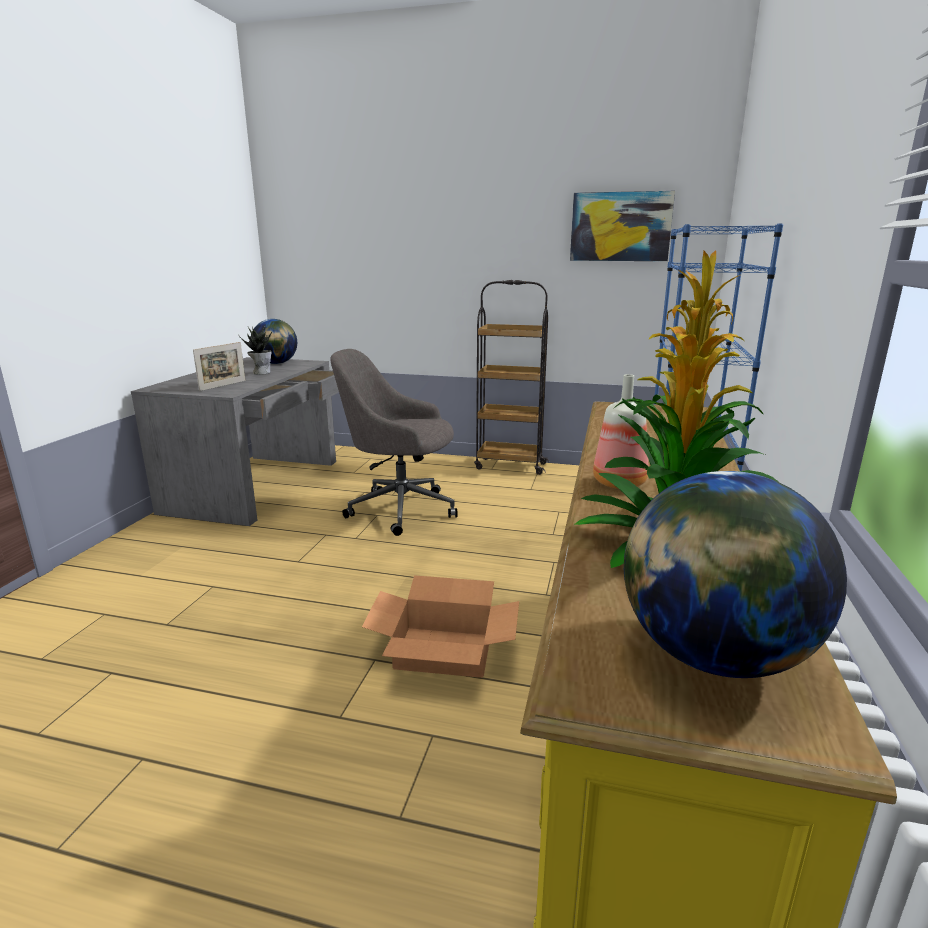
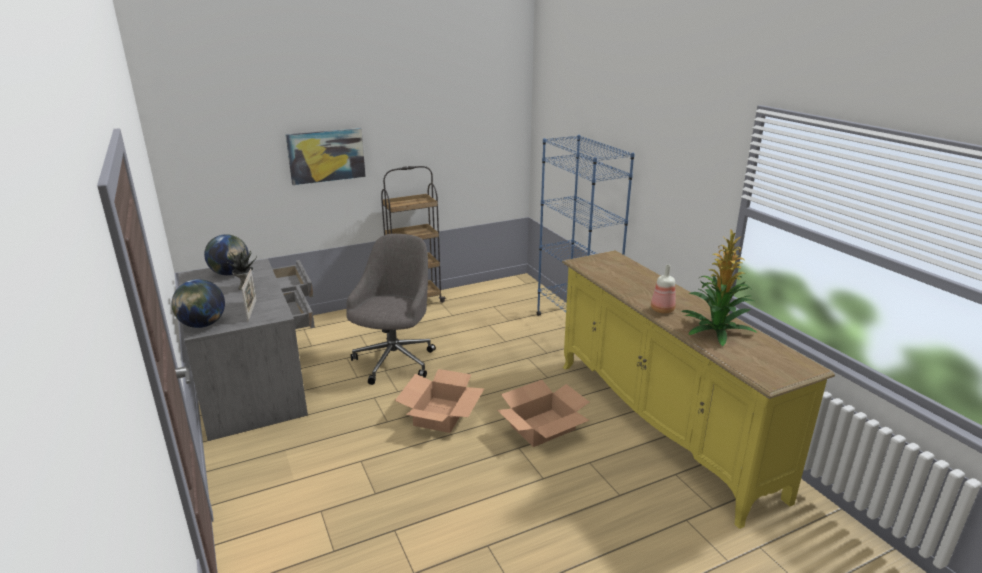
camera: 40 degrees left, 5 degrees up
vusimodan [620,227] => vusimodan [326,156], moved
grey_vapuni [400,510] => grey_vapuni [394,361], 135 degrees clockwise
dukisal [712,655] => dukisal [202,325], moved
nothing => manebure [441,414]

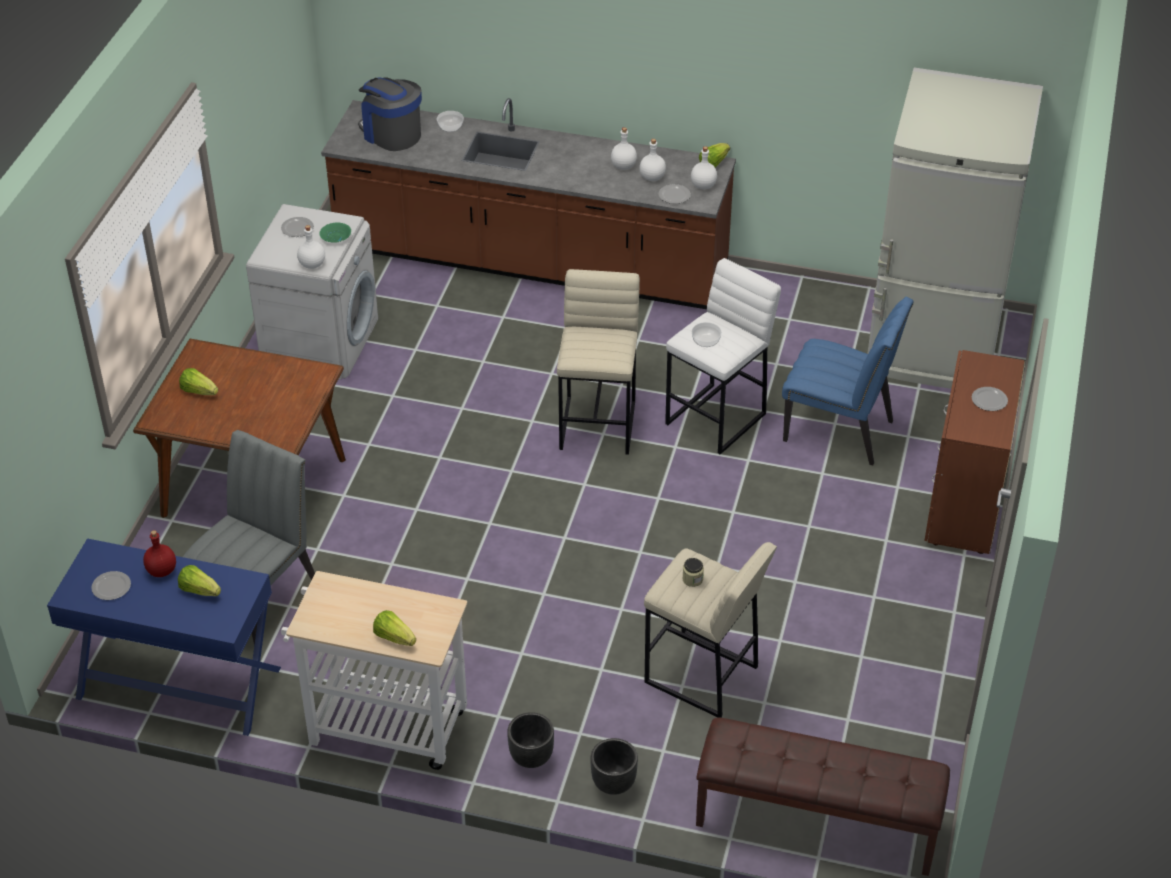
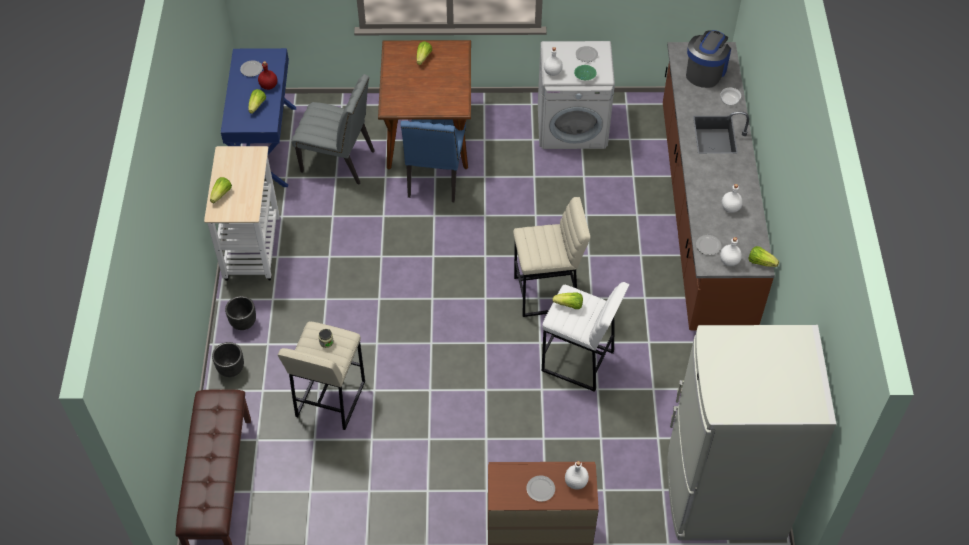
camera: 75 degrees right, 10 degrees up
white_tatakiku [652,177] => white_tatakiku [575,482], moved
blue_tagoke [837,431] => blue_tagoke [435,175], moved
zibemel [706,340] => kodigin [569,305]

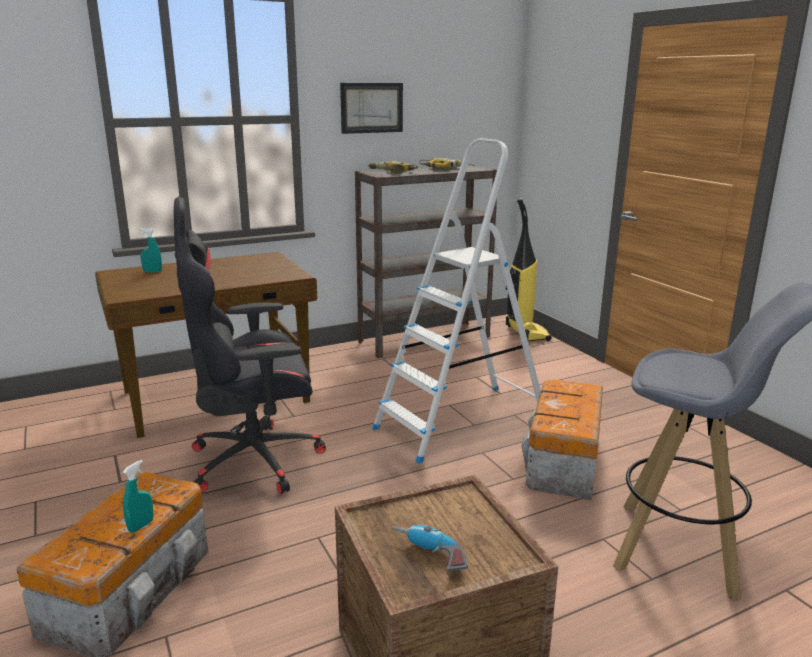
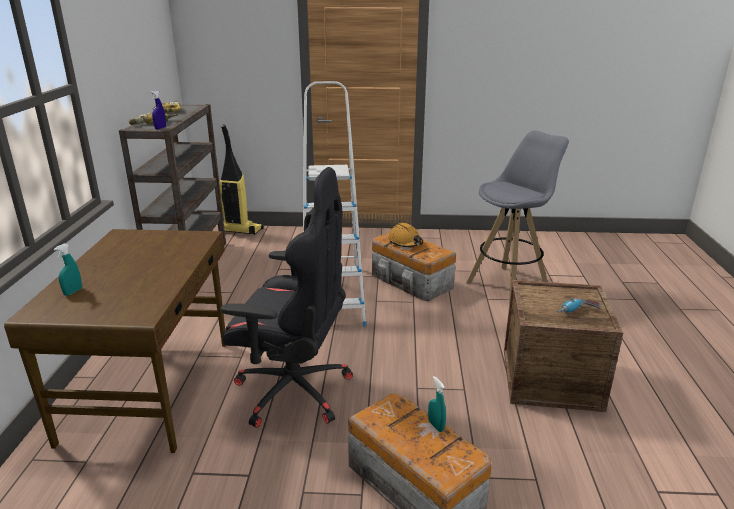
camera: 60 degrees left, 5 degrees up
vusimodan [371,108] => nothing
black_vapuni [256,460] => black_vapuni [292,391], 90 degrees counterclockwise
nothing => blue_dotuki [160,128]
nothing => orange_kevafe [405,242]

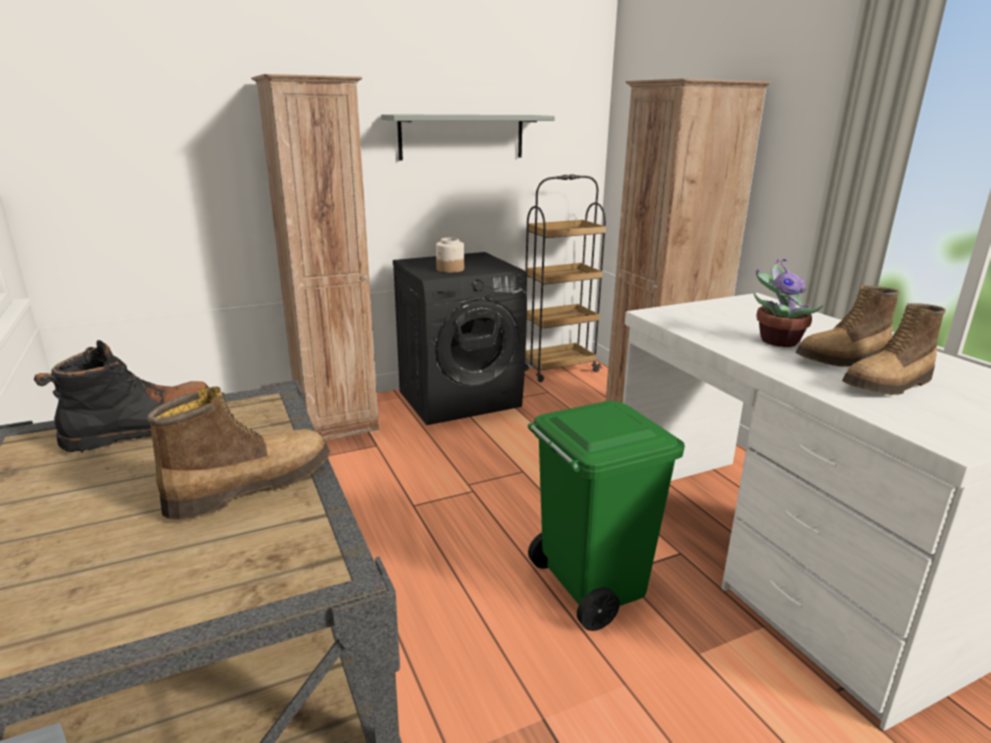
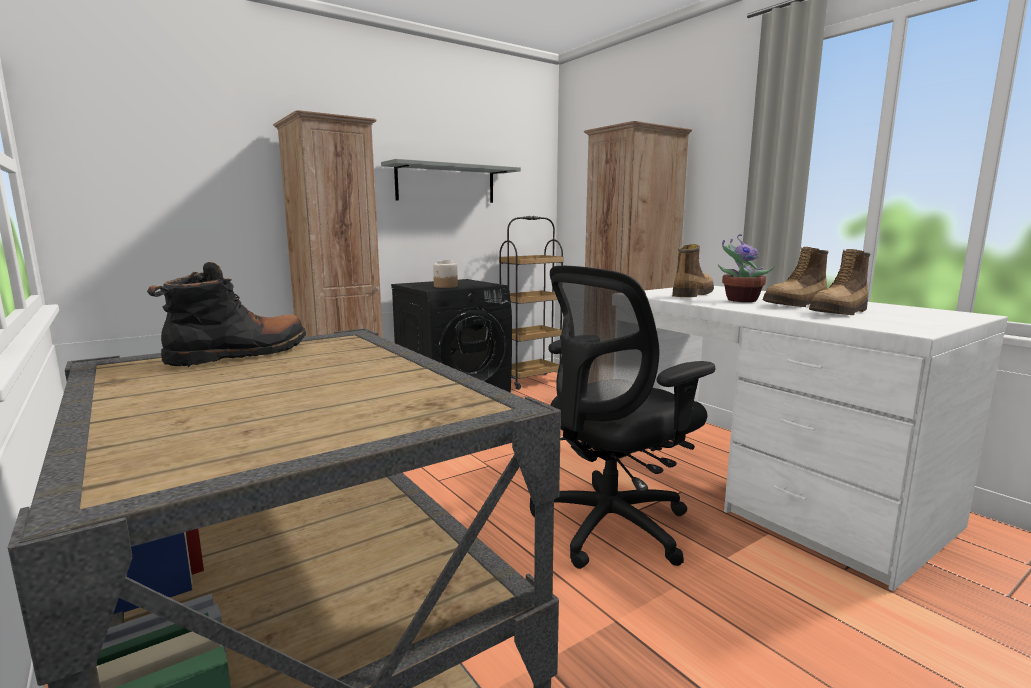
camera: 10 degrees left, 10 degrees down
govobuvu [250,485] => govobuvu [691,294], moved
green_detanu [590,586] => black_vapuni [616,521]

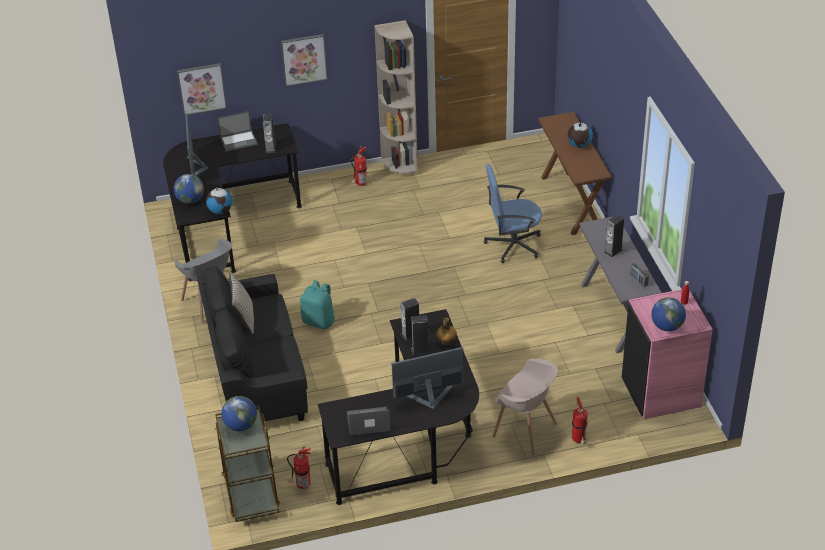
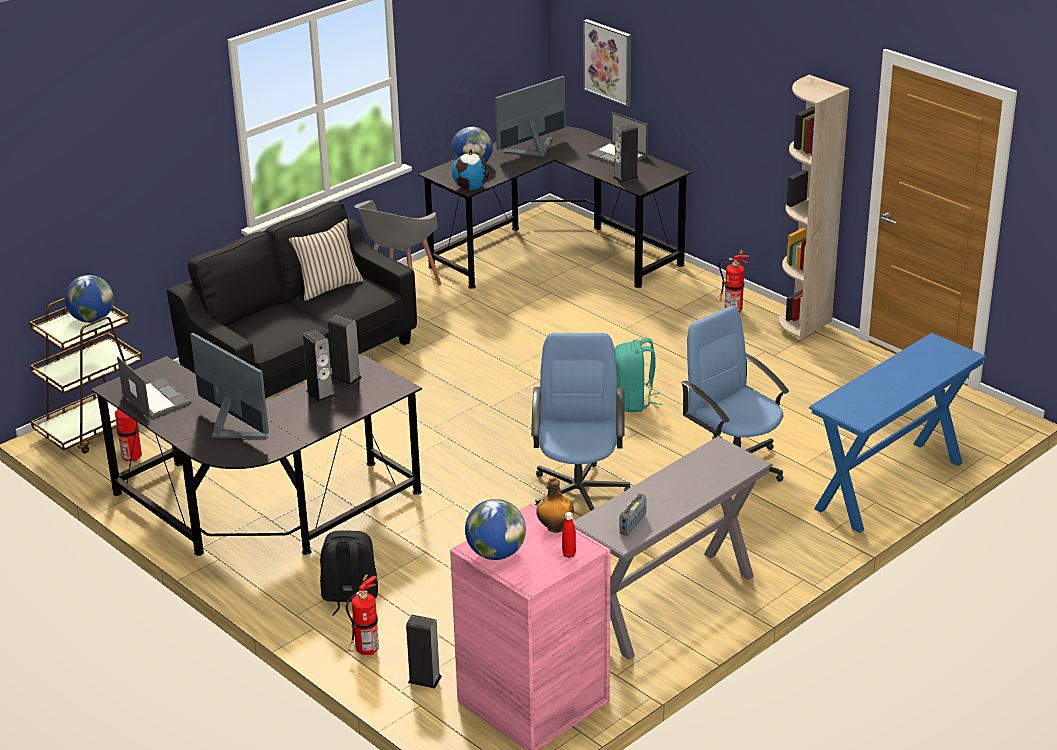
camera: 60 degrees right, 10 degrees down
vusimodan [304,59] => nothing
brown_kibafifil [571,203] => blue_kibafifil [889,485]
dukisal [579,145] => nothing
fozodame [613,251] => fozodame [424,679], moved
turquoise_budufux [319,321] => turquoise_budufux [634,402], moved
tatakiku [446,343] => tatakiku [555,528], moved
beige_tagoke [525,431] => black_budufux [349,597]
nothing => blue_vapuni [579,491]

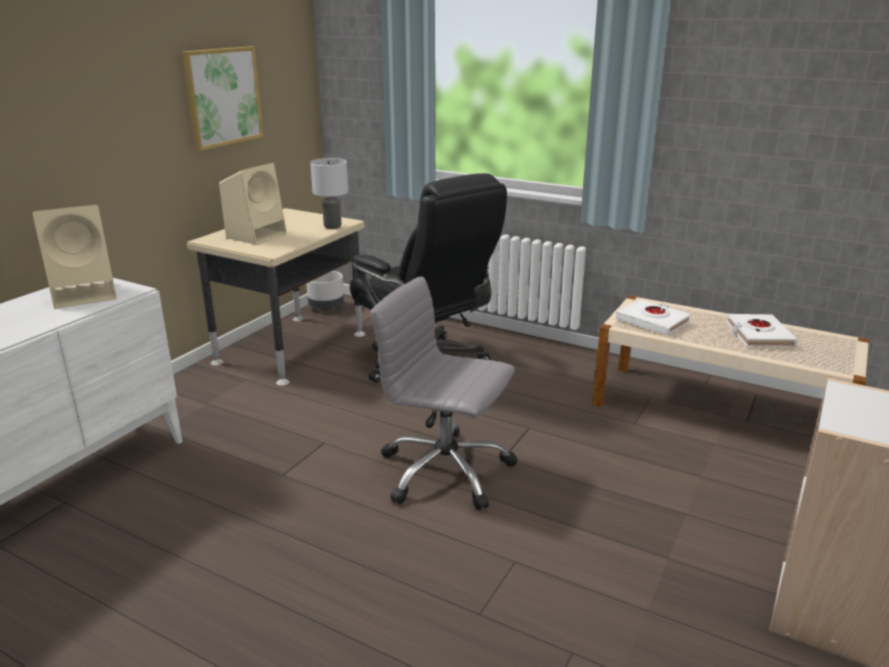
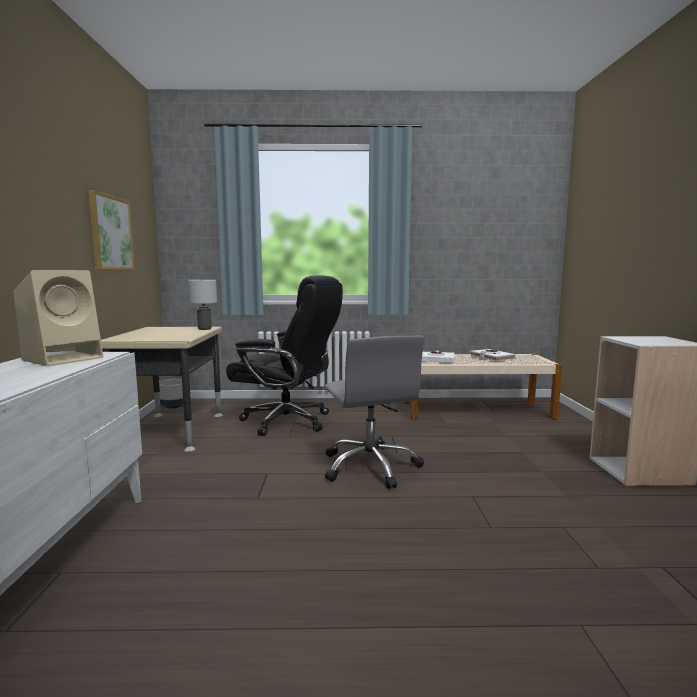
camera: 30 degrees left, 15 degrees down
beige_fozodame [257,235] => nothing
grey_vapuni [445,471] => grey_vapuni [371,467], 105 degrees counterclockwise

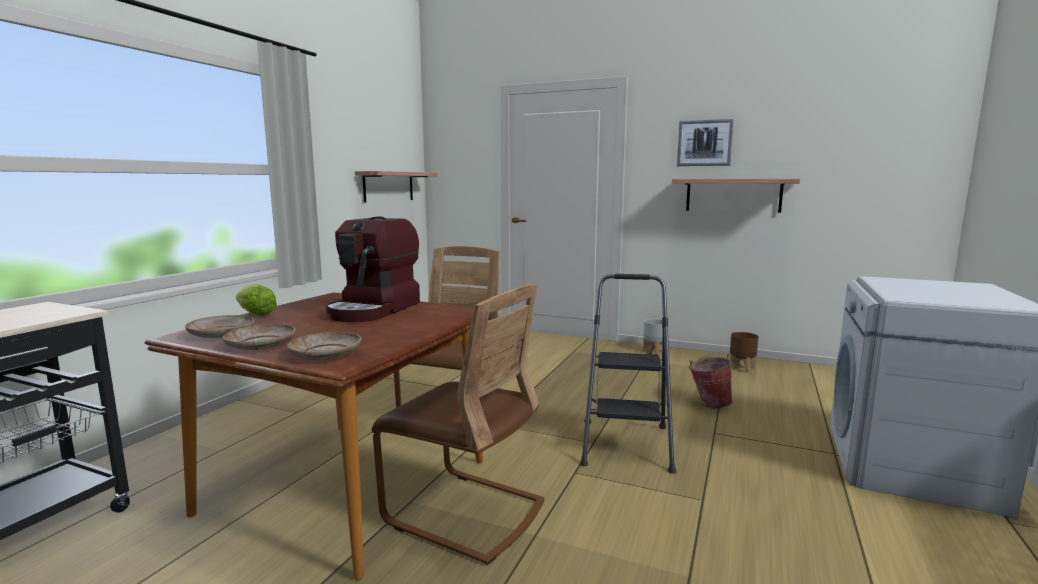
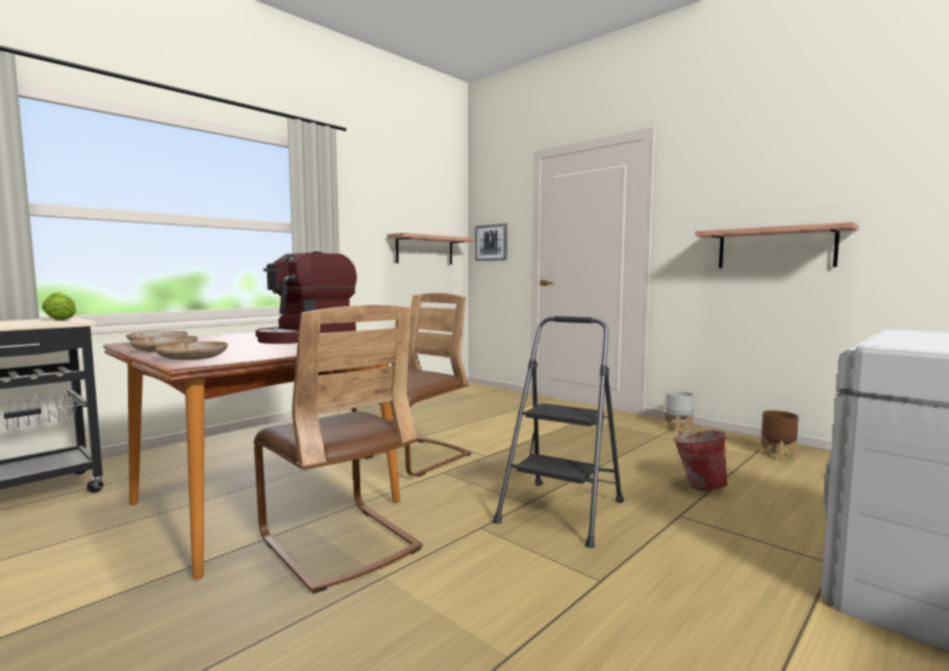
camera: 20 degrees right, 5 degrees down
vusimodan [704,143] => vusimodan [491,242], moved
kodigin [254,314] => kodigin [60,320], moved

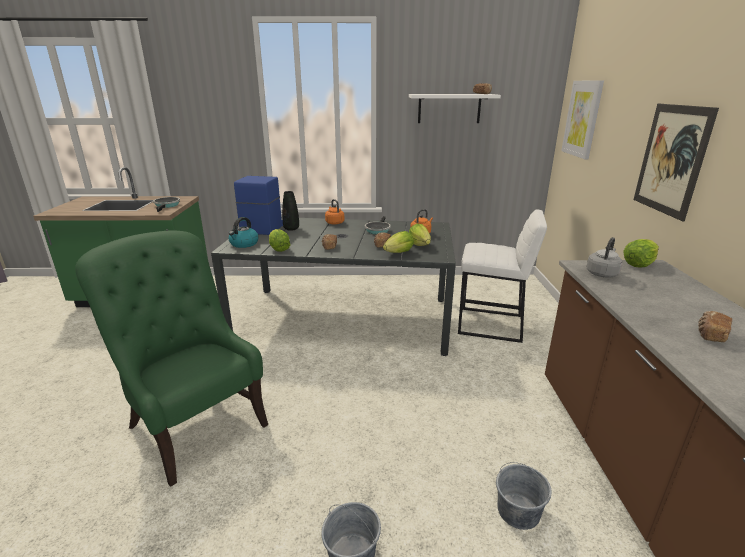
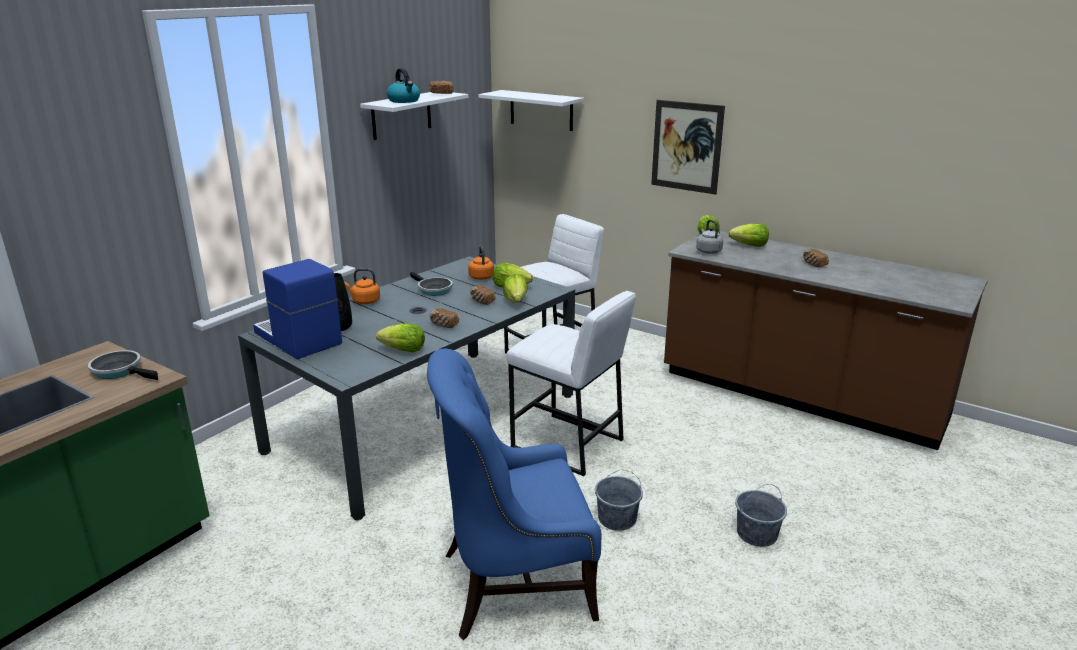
camera: 55 degrees left, 0 degrees up
vusimodan [582,119] => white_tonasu [541,110]
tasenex [244,244] => tasenex [404,101], moved
green_tagoke [195,426] => blue_tagoke [514,583]
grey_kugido [518,511] => grey_kugido [617,519], moved
nothing => kodigin [750,246]
nothing => white_tagoke [569,444]

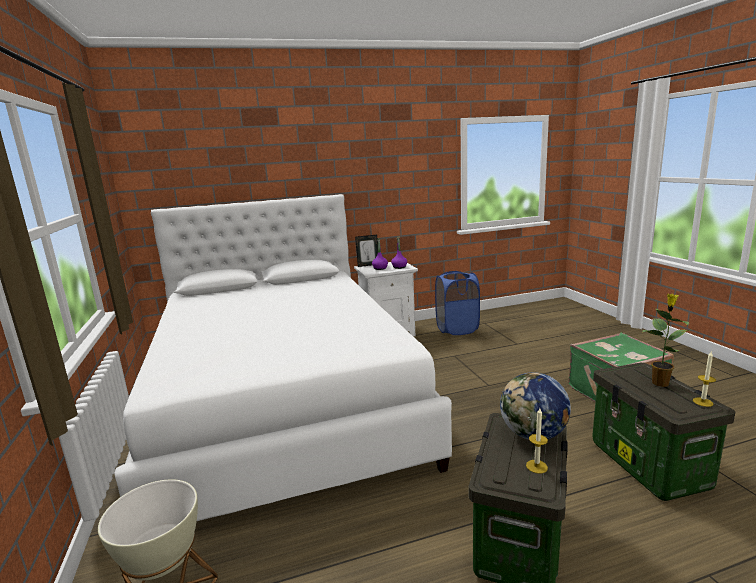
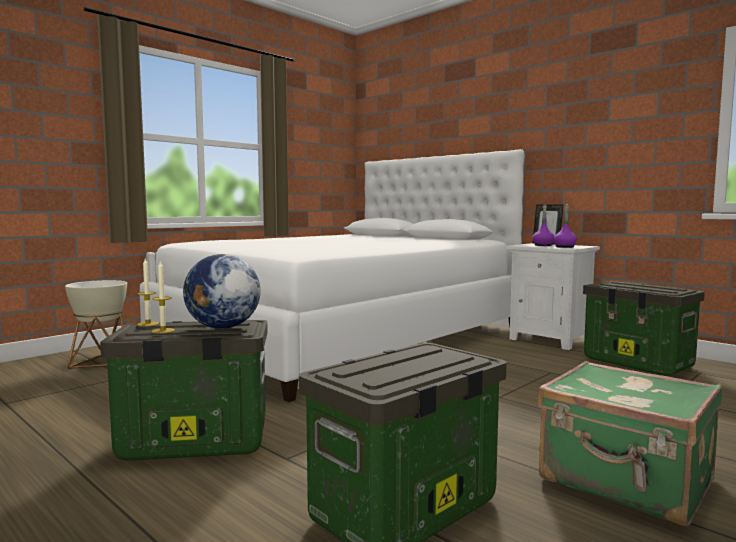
camera: 60 degrees right, 10 degrees down
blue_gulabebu [457,329] => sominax [639,363]
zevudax [660,382] => nothing
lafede [702,402] => lafede [148,324], moved

